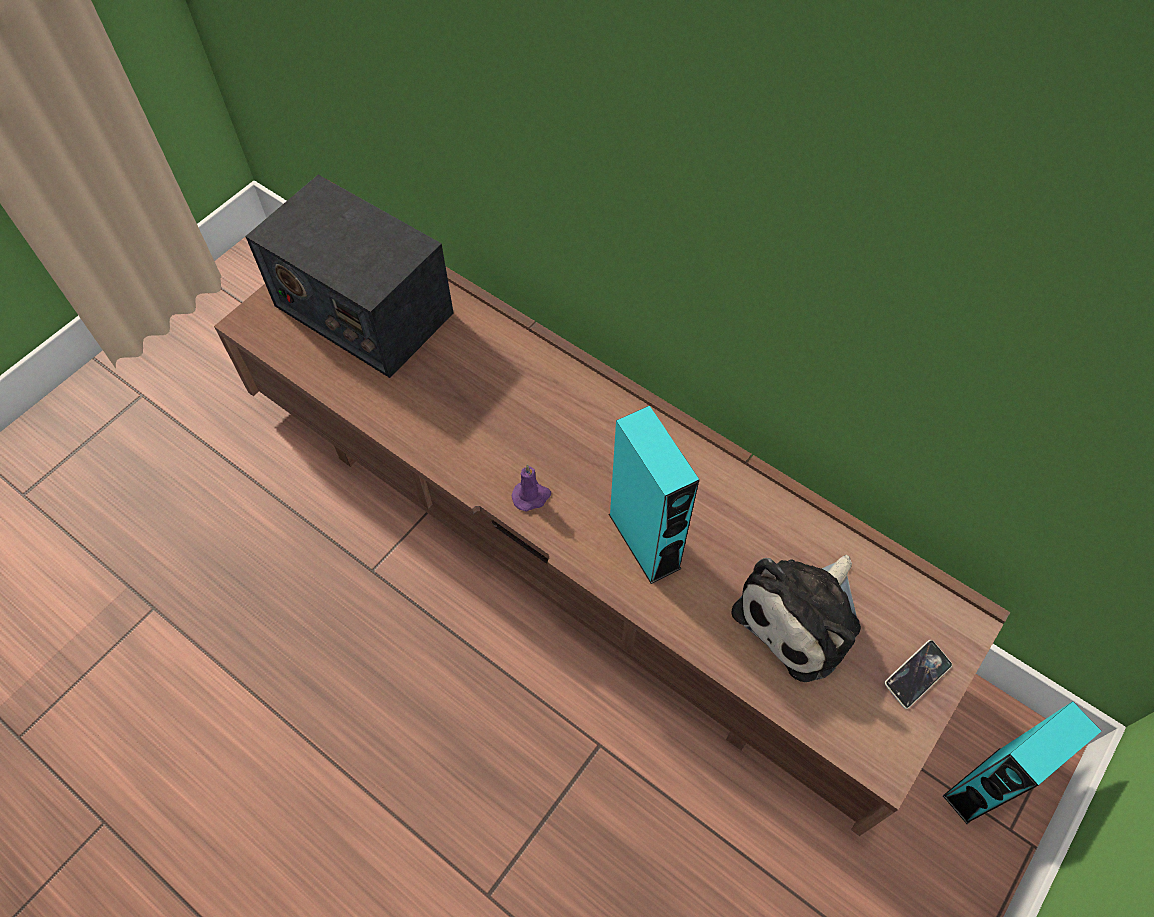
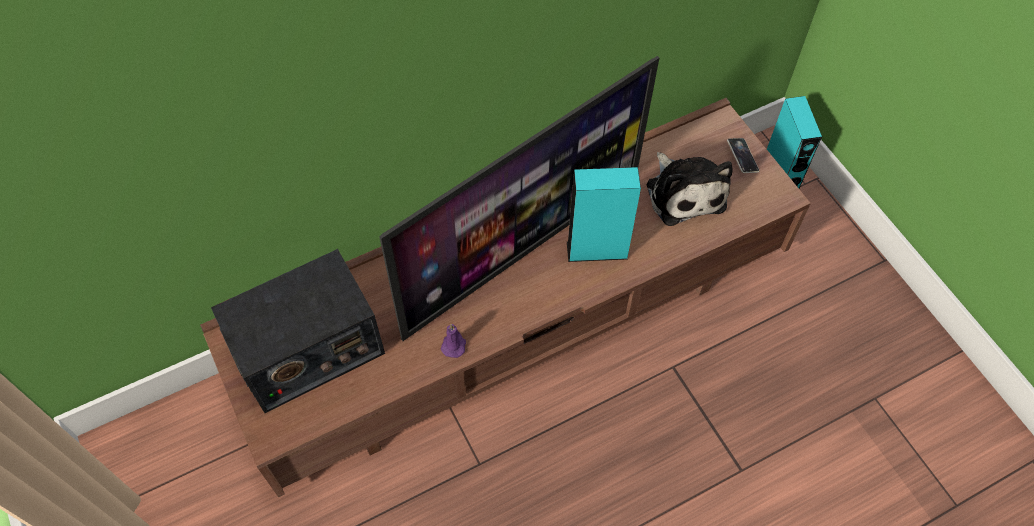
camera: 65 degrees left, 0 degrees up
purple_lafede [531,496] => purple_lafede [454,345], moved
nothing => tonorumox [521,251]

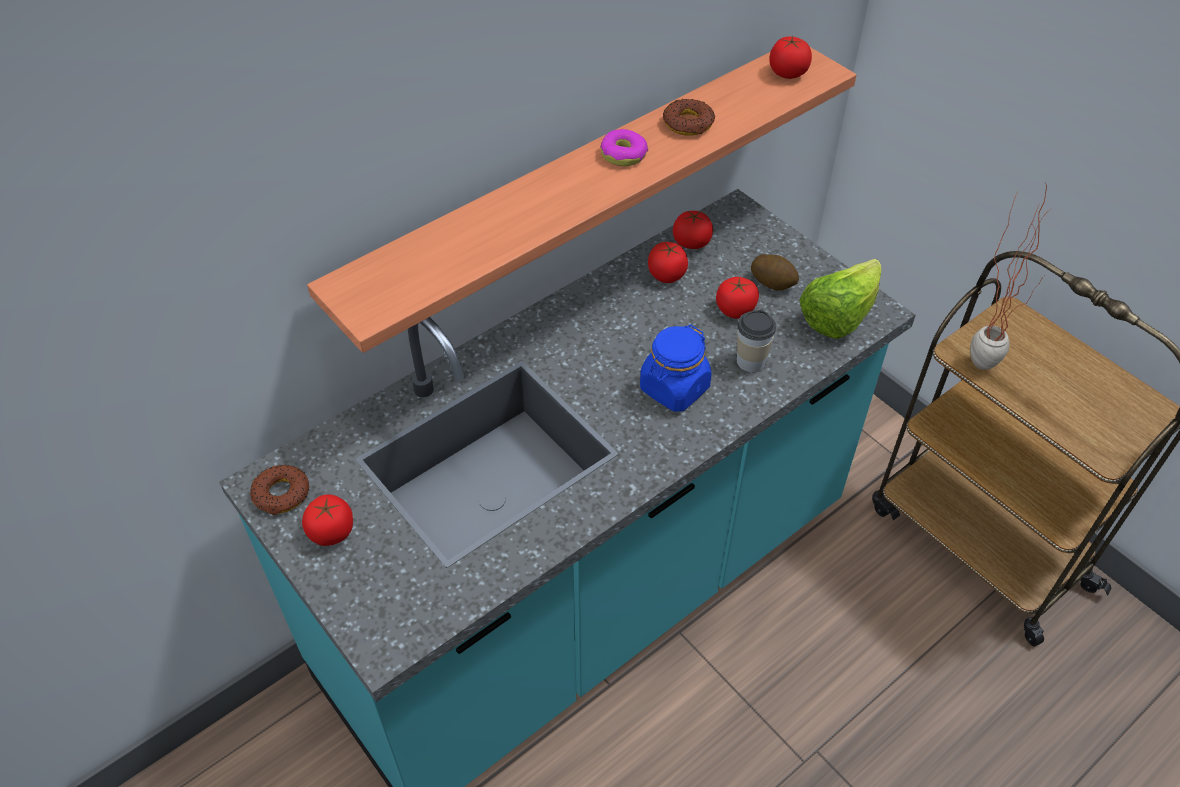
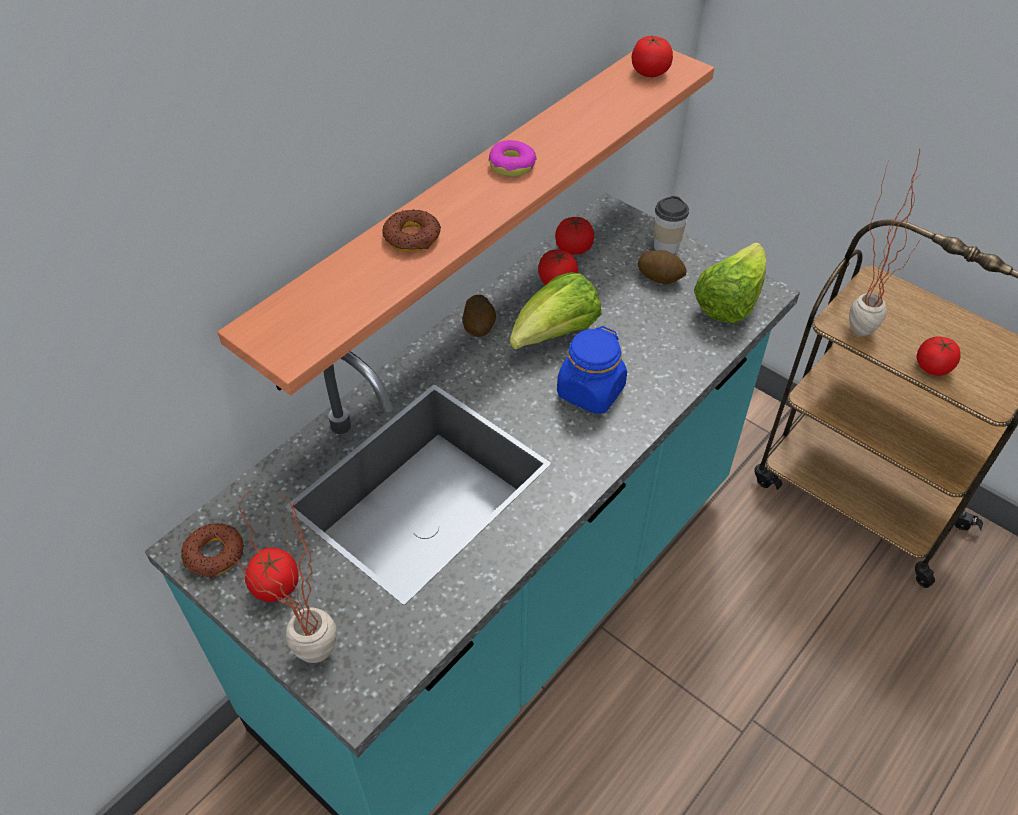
camera: 10 degrees left, 0 degrees up
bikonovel [688,123] => bikonovel [412,237], moved
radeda [735,310] => radeda [933,367], moved
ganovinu [750,362] => ganovinu [666,247], moved
nothing => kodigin [555,335]
nothing => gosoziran [479,327]
nothing => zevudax [304,661]

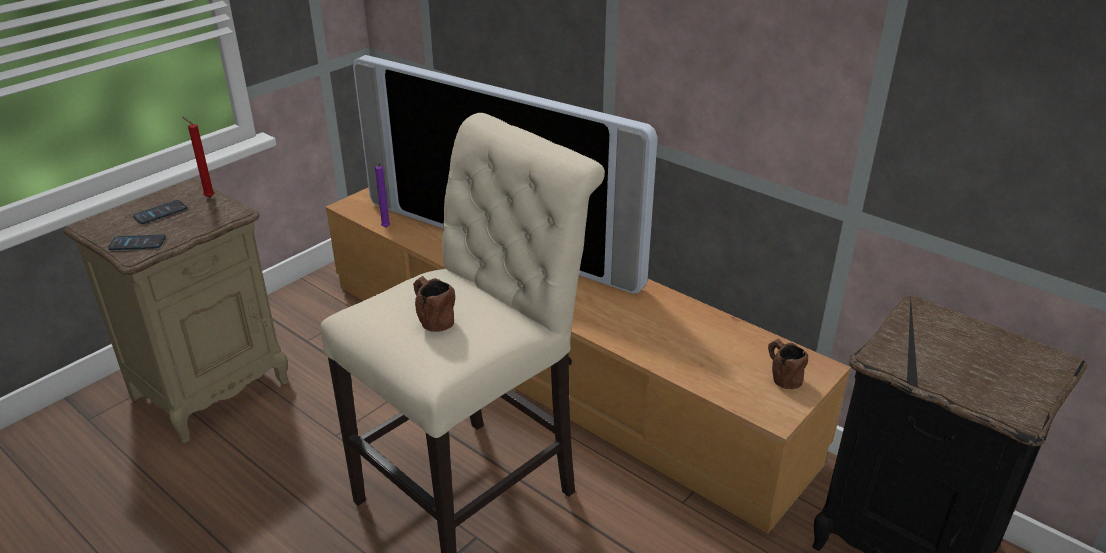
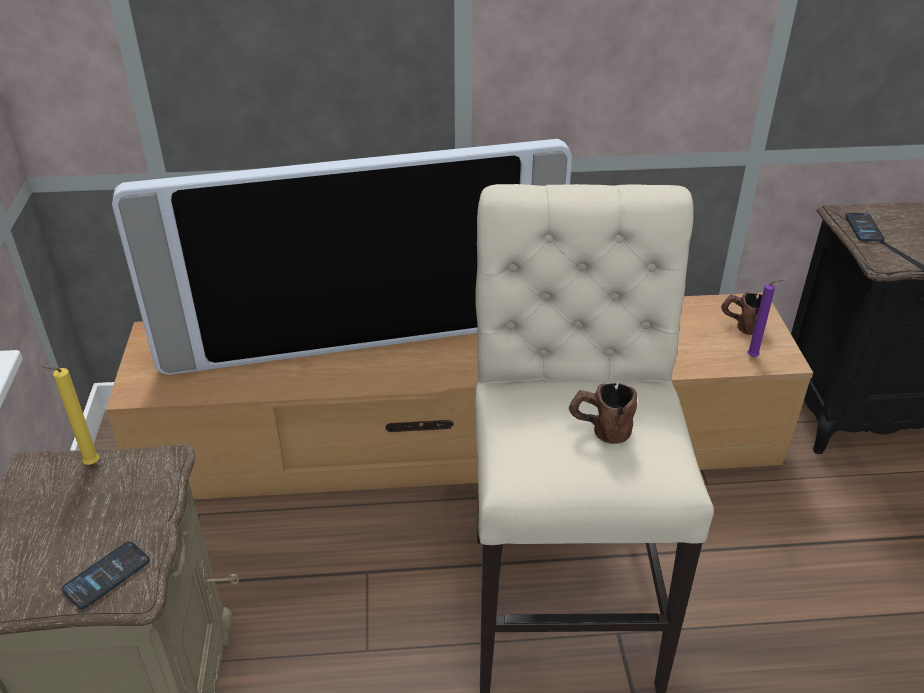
camera: 45 degrees left, 5 degrees up
red_lafede [208,197] => yellow_lafede [89,464]
purple_lafede [386,228] => purple_lafede [754,357], moved
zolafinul [160,213] => zolafinul [863,228], moved

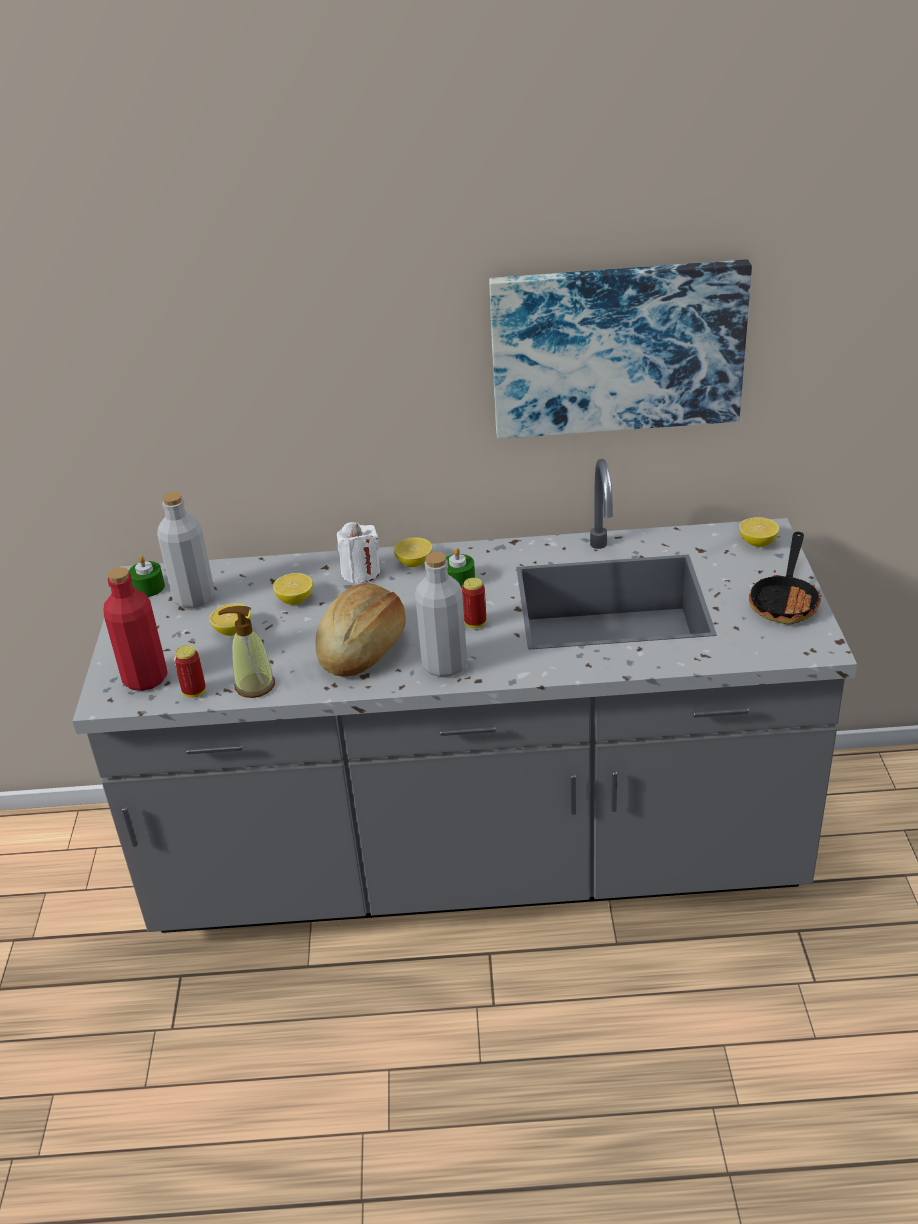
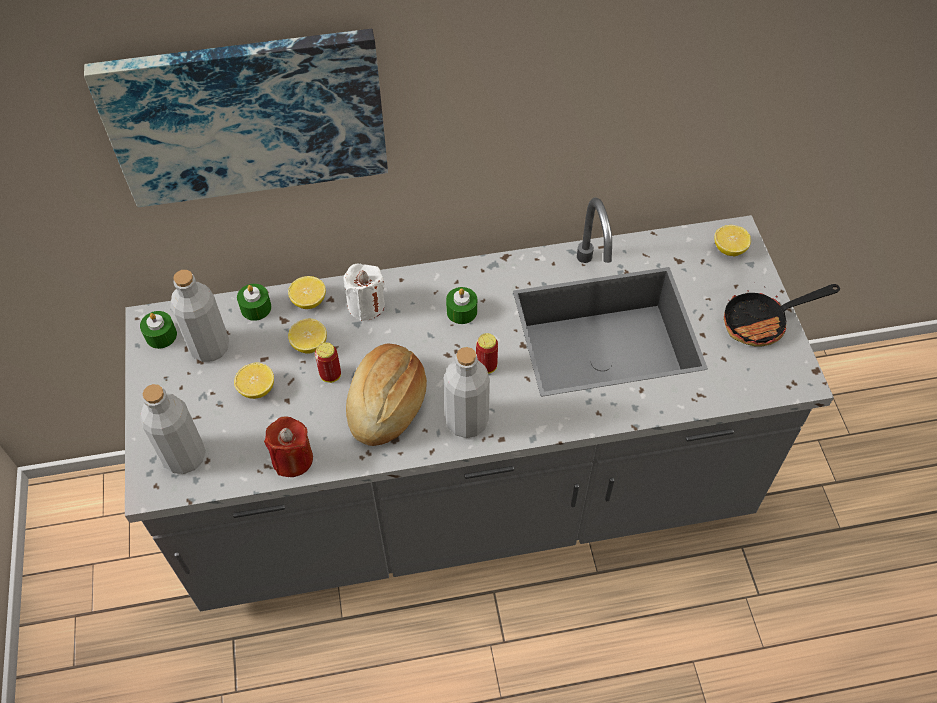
camera: 10 degrees left, 20 degrees up
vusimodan [617,348] => vusimodan [247,115], moved
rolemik [785,600] => rolemik [763,322], 60 degrees clockwise
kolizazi [414,563] => kolizazi [309,301], moved
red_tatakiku [145,678] => grey_tatakiku [184,456]
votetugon [254,685] => red_lafede [292,459]
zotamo [194,692] => zotamo [330,375], moved
nothing => green_lafede [256,308]

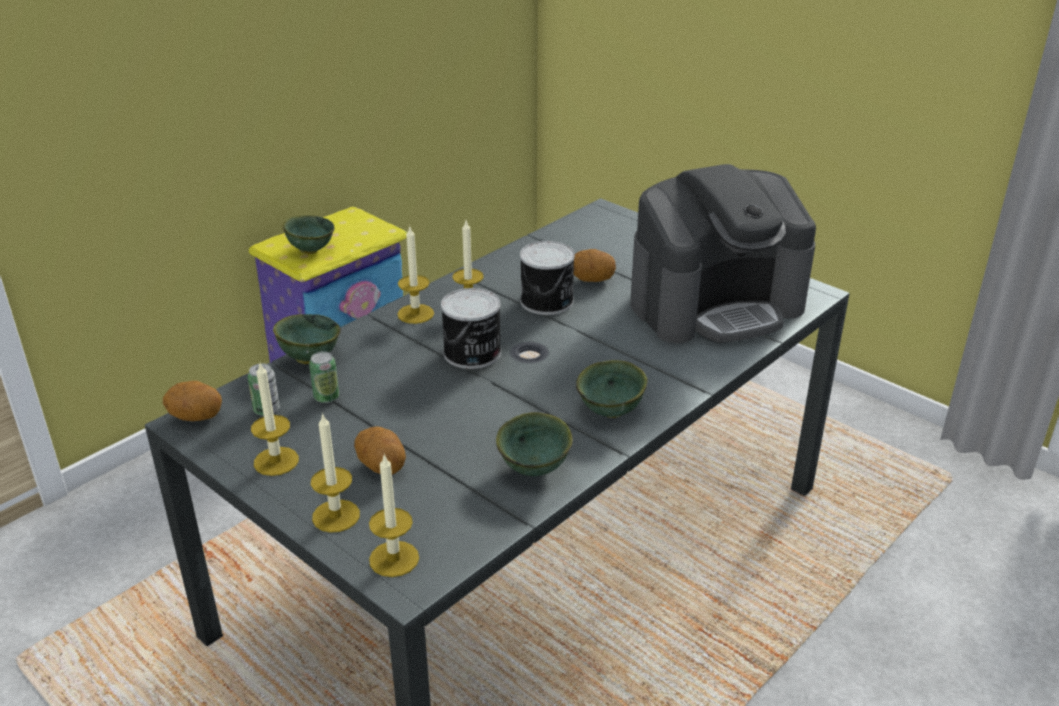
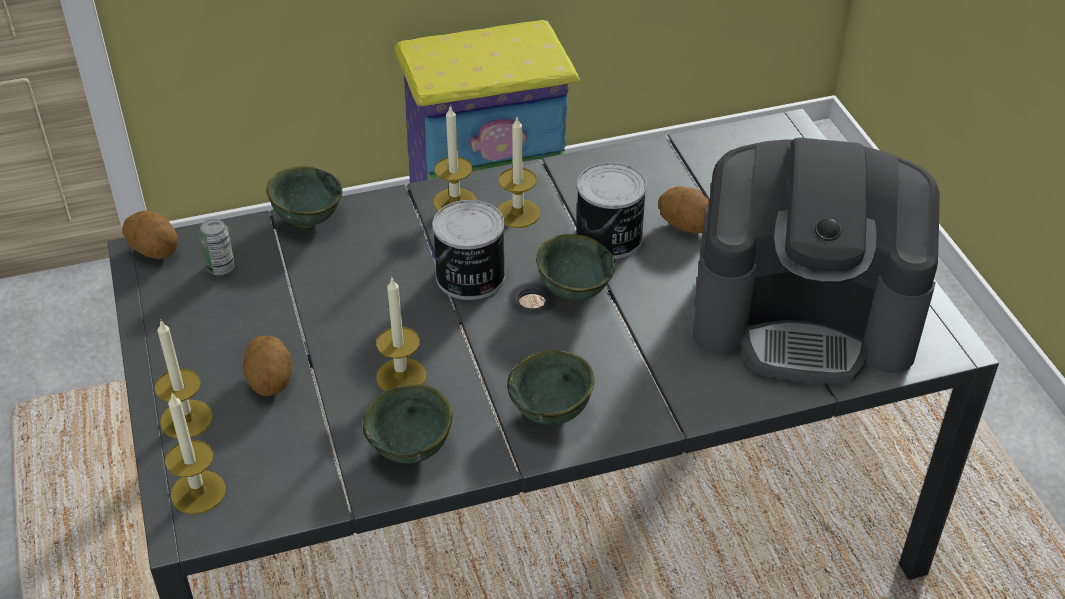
camera: 30 degrees right, 10 degrees up
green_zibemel [310,250] => green_zibemel [573,291], moved
zotamo [326,397] => nothing
lafede [276,461] => lafede [401,376], moved

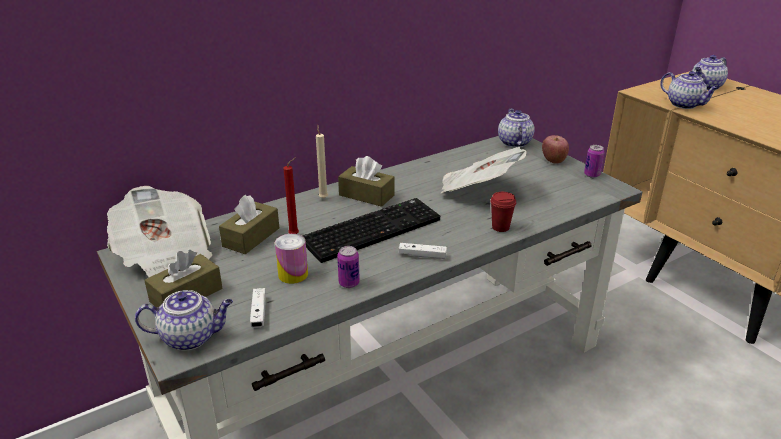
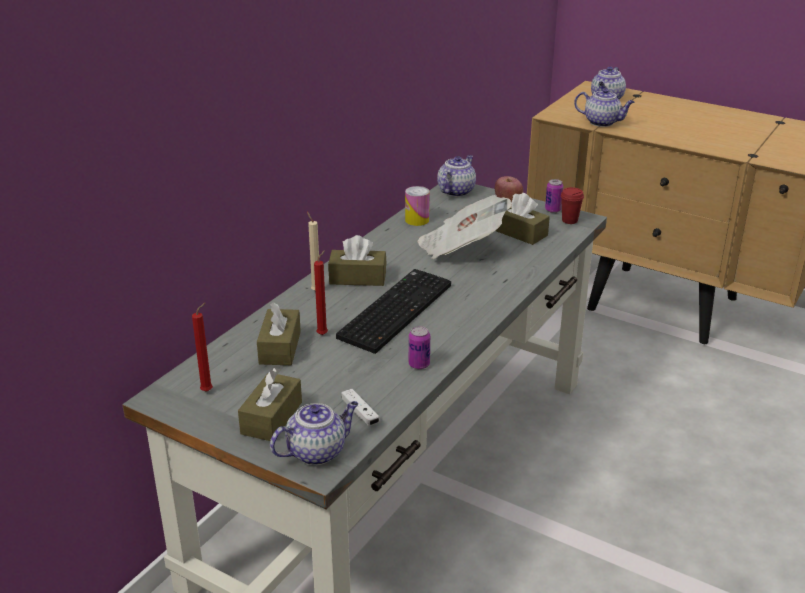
camera: 25 degrees left, 0 degrees up
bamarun [514,142] => bamarun [456,191], 60 degrees clockwise
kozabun [164,258] => red_lafede [208,390]
red_ganovinu [500,227] => red_ganovinu [569,220], moved
zotamo [293,274] => zotamo [417,220], moved
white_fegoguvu [422,255] => nothing
nothing => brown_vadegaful [519,232]

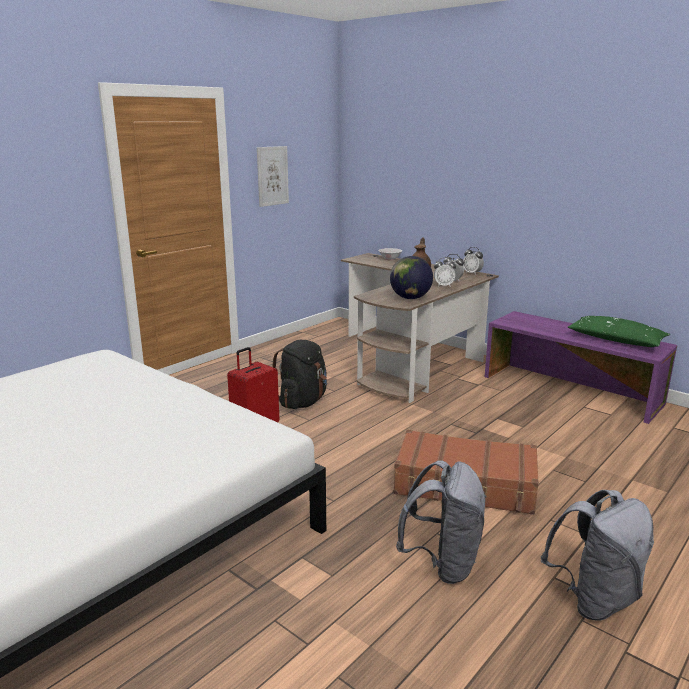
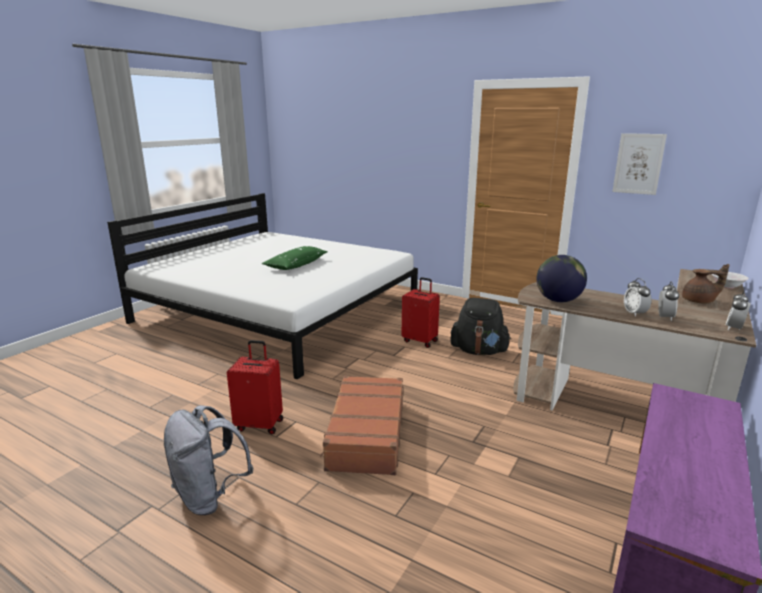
camera: 80 degrees right, 0 degrees up
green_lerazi [615,340] => green_lerazi [296,265], moved
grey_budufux [443,563] => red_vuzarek [260,424]

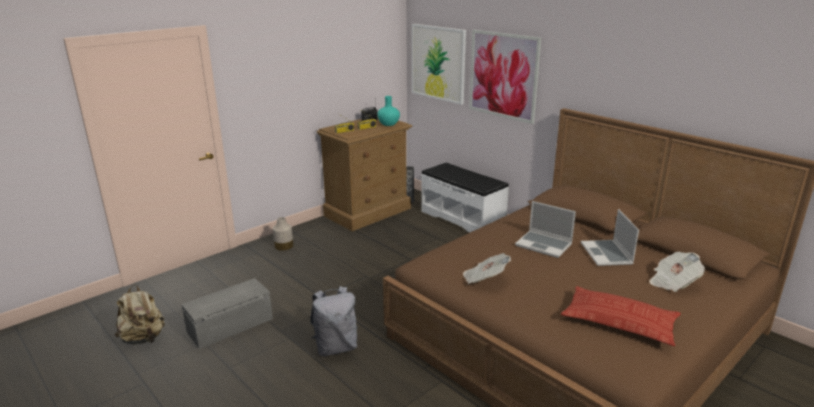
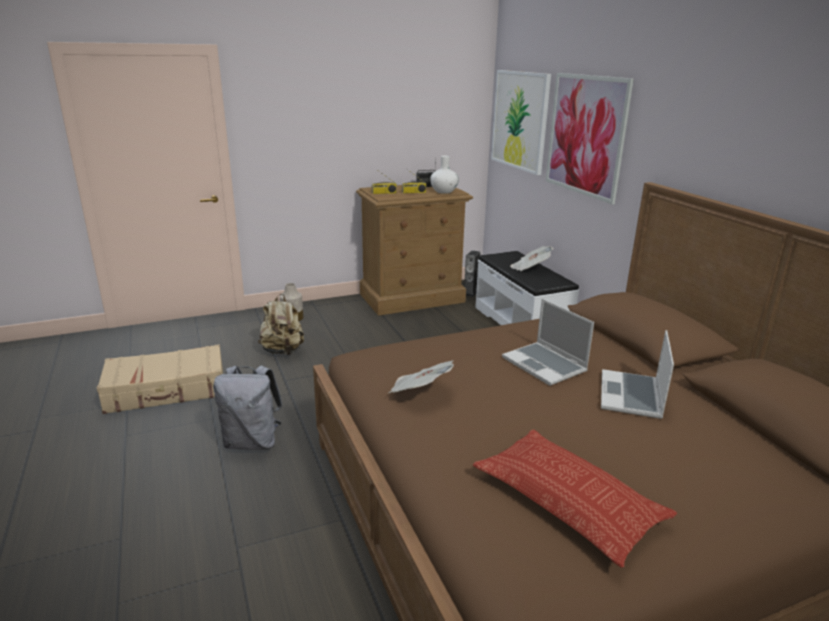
camera: 20 degrees right, 0 degrees up
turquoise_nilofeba [388,124] => white_nilofeba [443,191]
kozabun [673,282] => kozabun [530,268], moved
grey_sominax [231,326] => beige_vuzarek [167,390]
beige_budufux [143,338] => beige_budufux [283,351], moved

